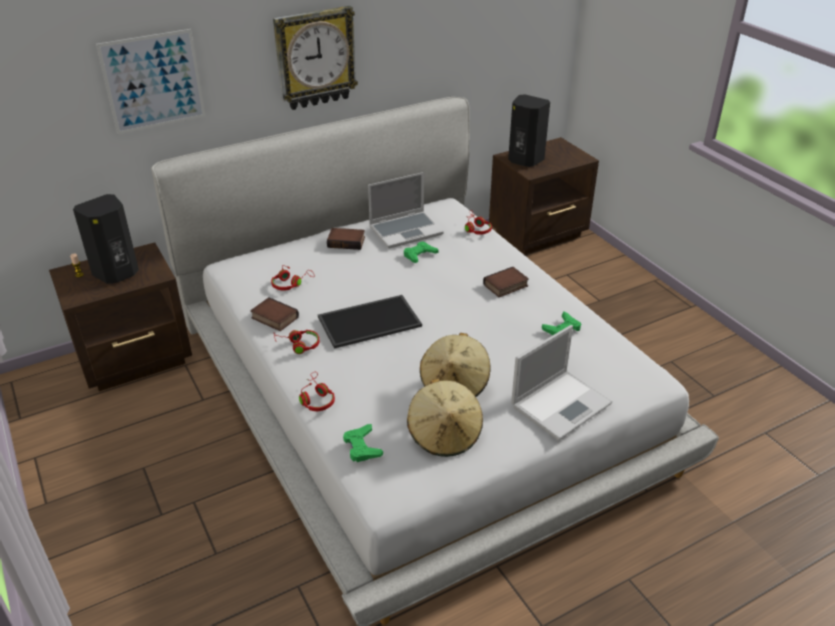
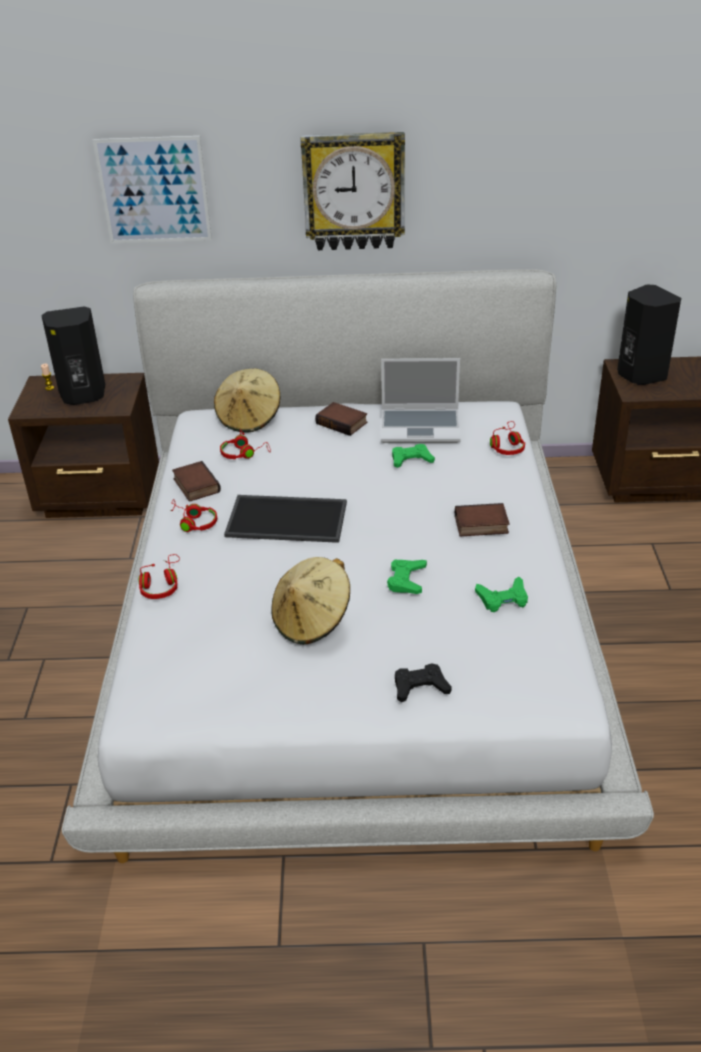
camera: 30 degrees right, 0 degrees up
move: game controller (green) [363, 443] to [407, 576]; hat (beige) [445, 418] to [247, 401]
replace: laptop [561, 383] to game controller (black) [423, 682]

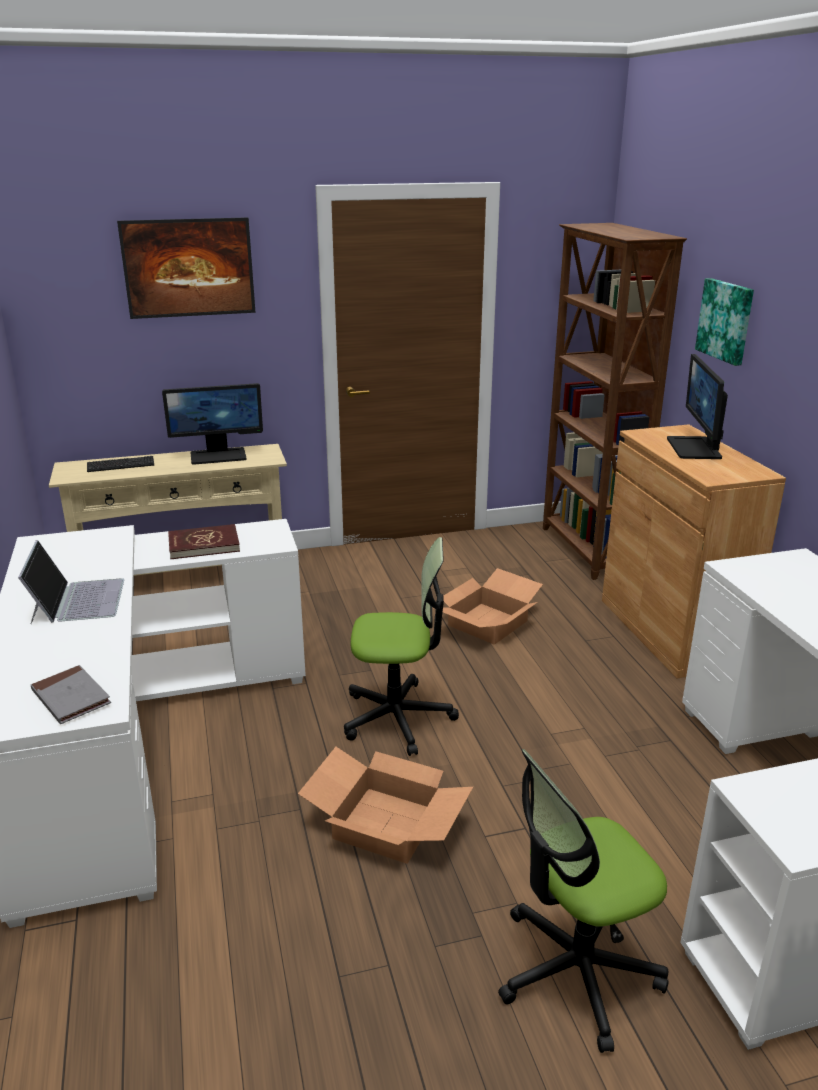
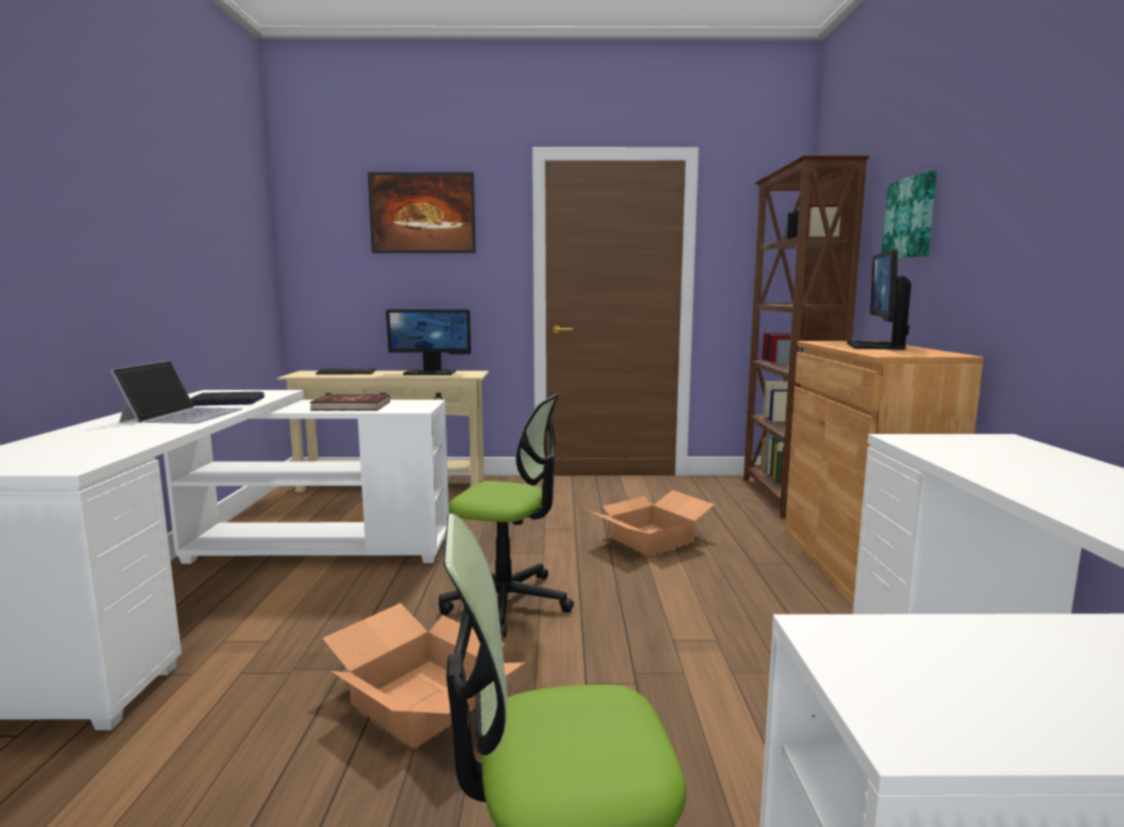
camera: 15 degrees right, 15 degrees down
delete: book (grey) [71, 694]
insert: laptop [227, 399]

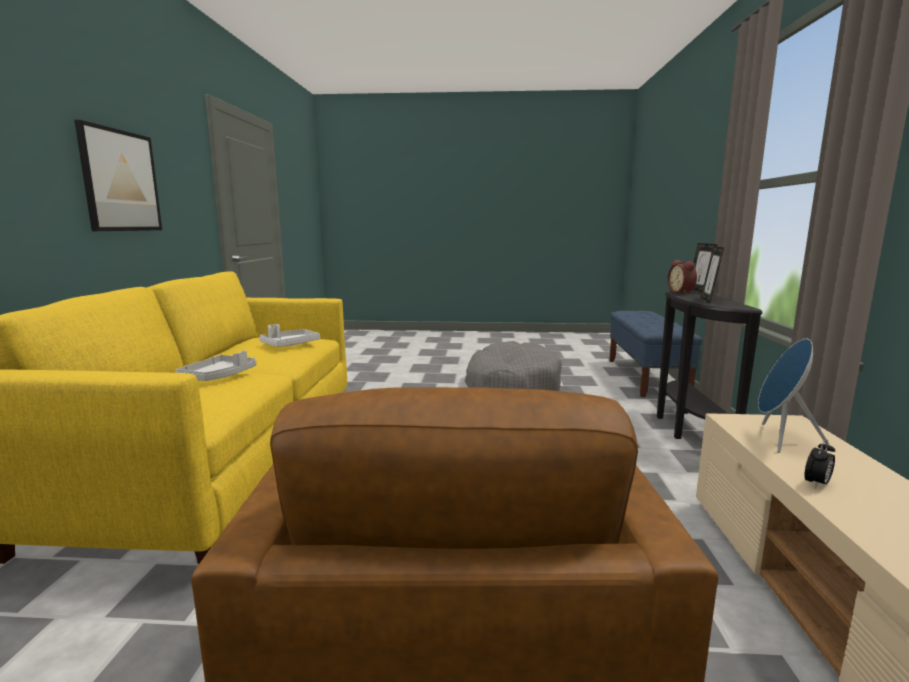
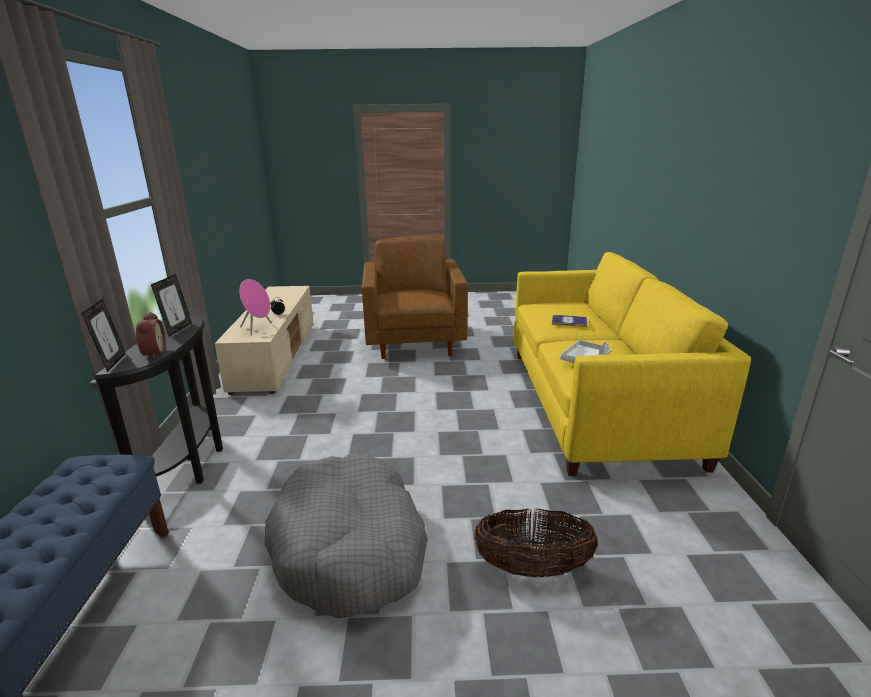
camera: 175 degrees right, 10 degrees up
delete: picture [118, 175]
insert: basket [536, 543]
replace: tray (grey) [215, 365] to book [569, 321]
recolor: speaker (blue) [793, 396] to speaker (pink) [255, 307]

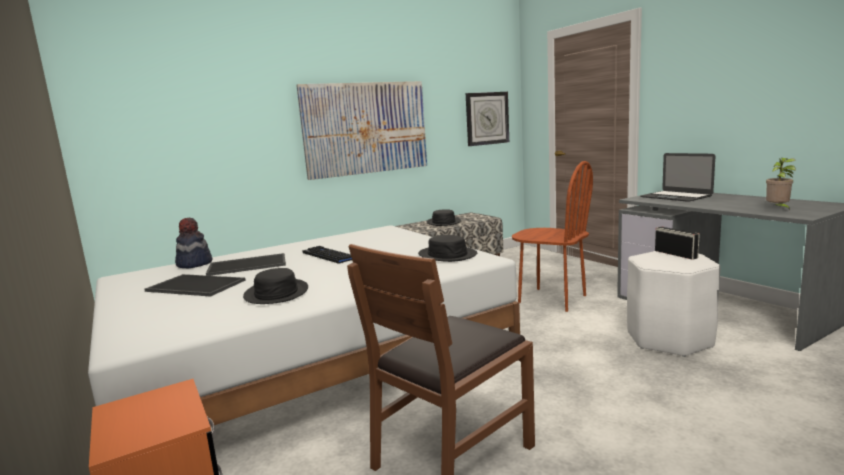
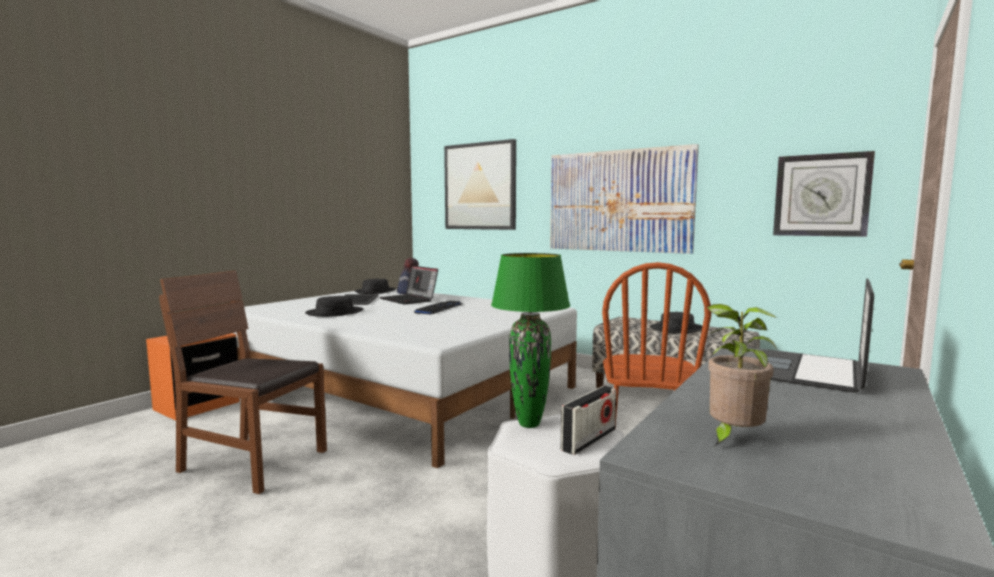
camera: 65 degrees right, 5 degrees down
insert: picture [480, 184]; table lamp (green) [530, 340]
move: hat (black) [447, 248] to [375, 286]
replace: tray [246, 264] to laptop [409, 285]

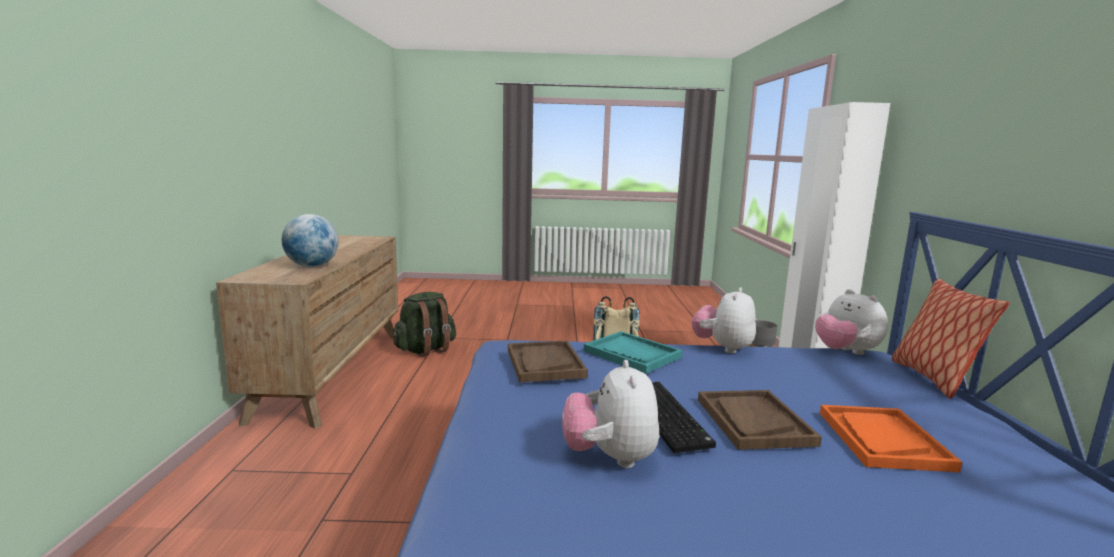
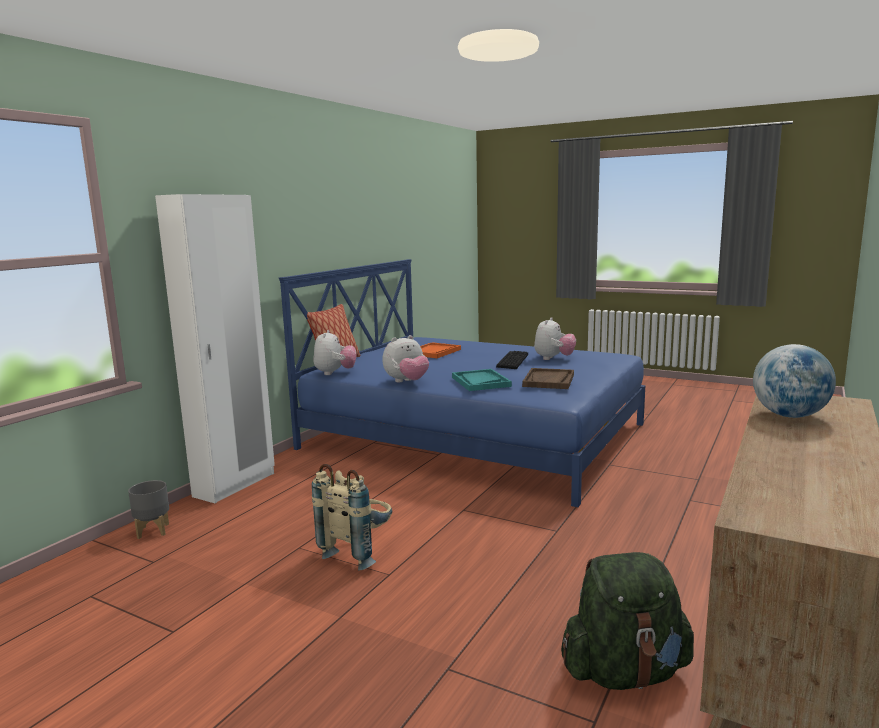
camera: 150 degrees left, 0 degrees up
delete: tray (brown) [760, 420]

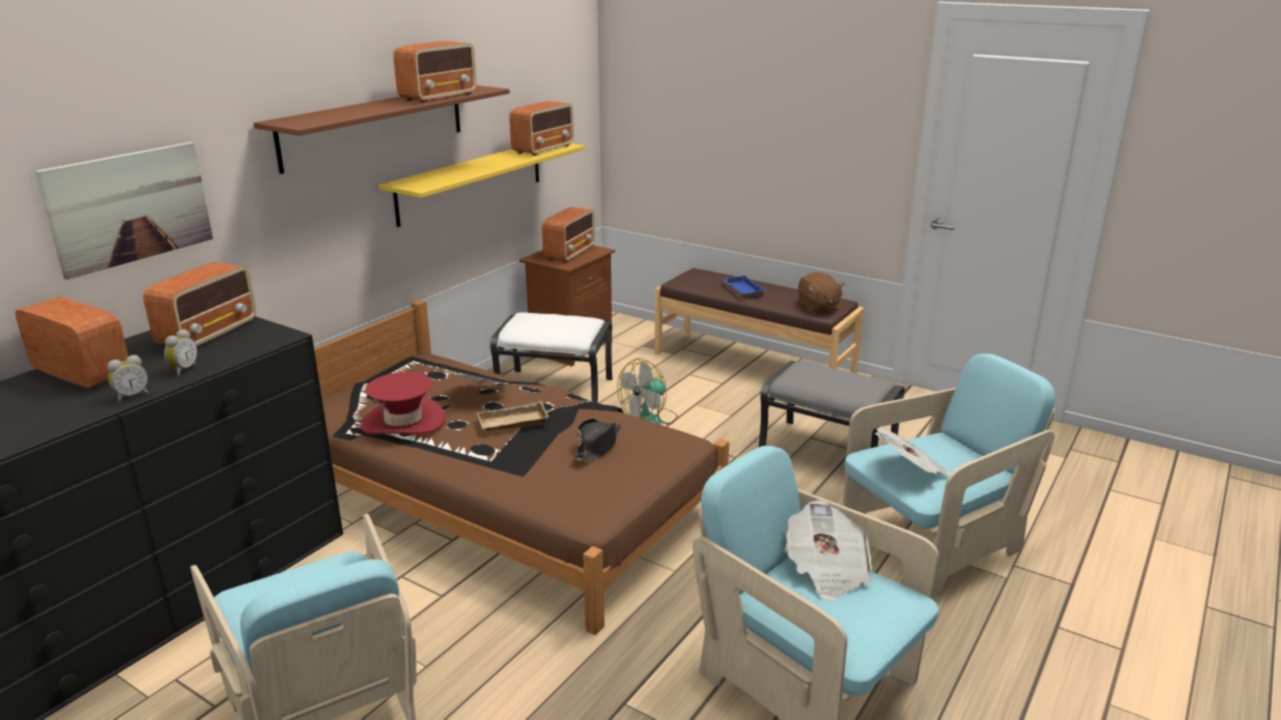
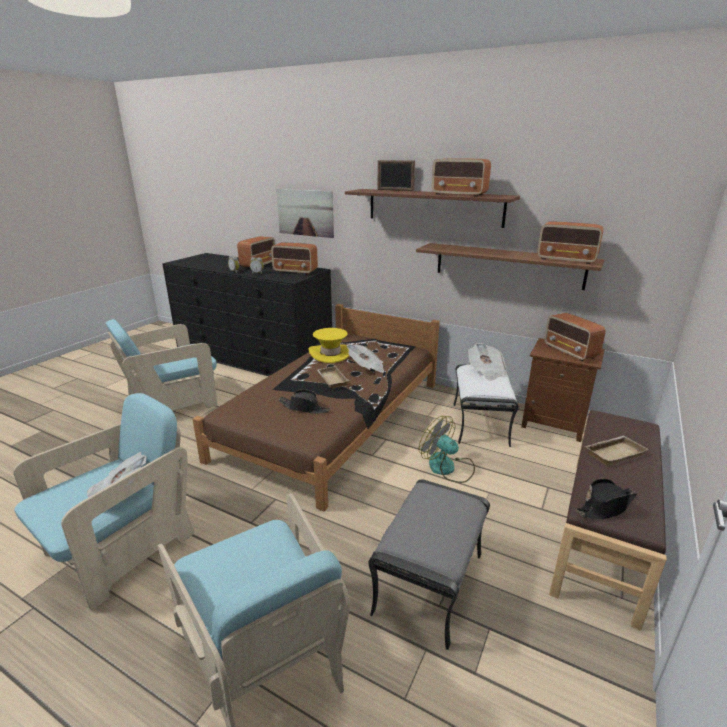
camera: 85 degrees right, 0 degrees up
insert: picture frame [396, 175]
move: newspaper [913, 451] to [487, 362]
replace: plush toy (brown) [821, 293] to hat (black) [606, 499]
recolor: hat (red) [403, 403] to hat (yellow) [329, 345]; shelf (yellow) [482, 185] to shelf (brown) [510, 266]; tray (blue) [743, 287] to tray (beige) [616, 451]
rotate: radio [568, 234] = [575, 337] 45 degrees clockwise

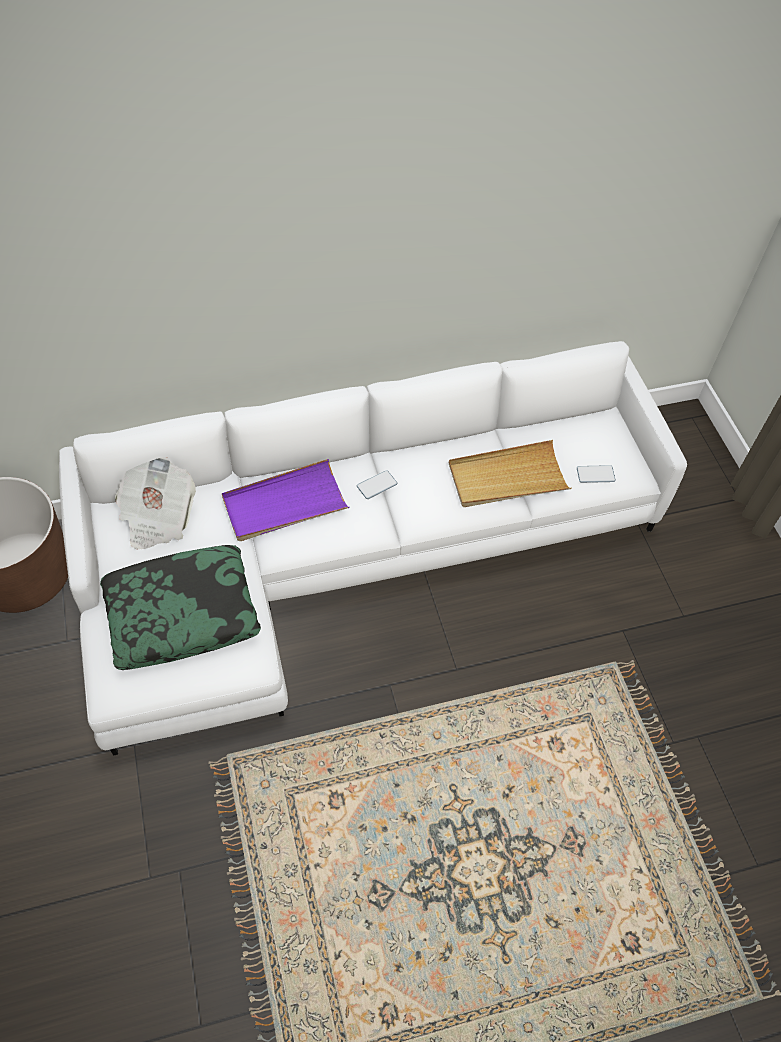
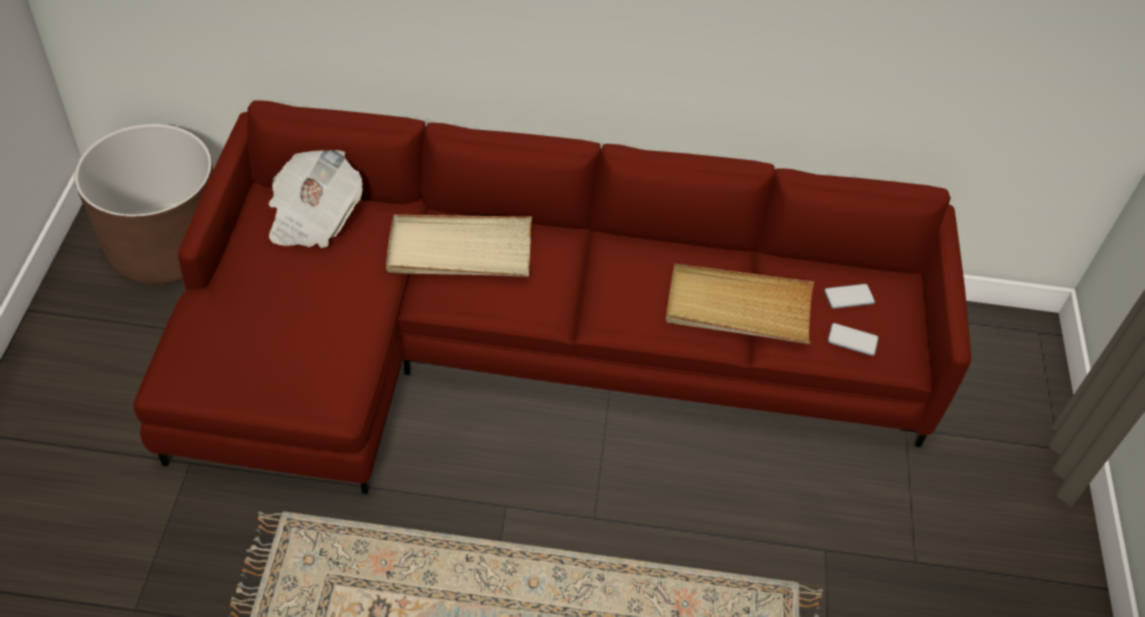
camera: 20 degrees right, 5 degrees down
delete: pillow [180, 607]
move: phone [377, 484] to [849, 296]
recolor: sofa (white) [373, 548] to sofa (red) [552, 297]; tray (purple) [285, 500] to tray (beige) [459, 246]

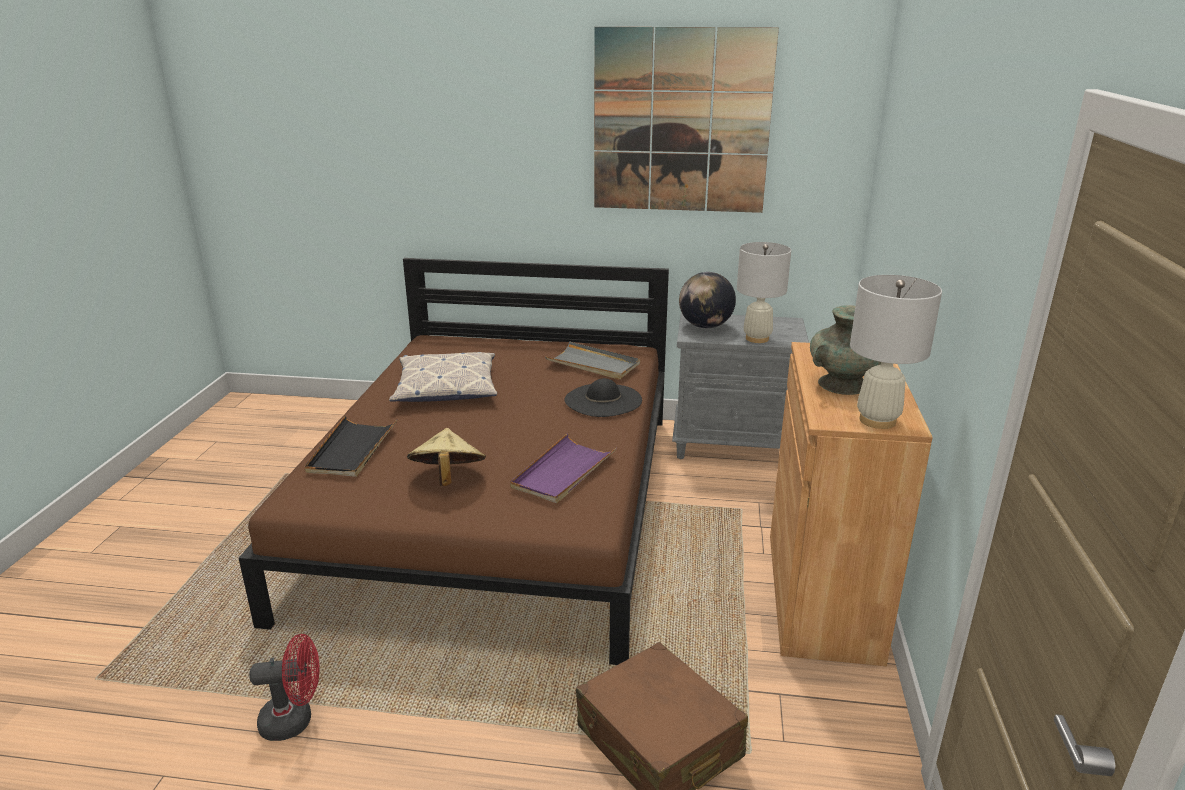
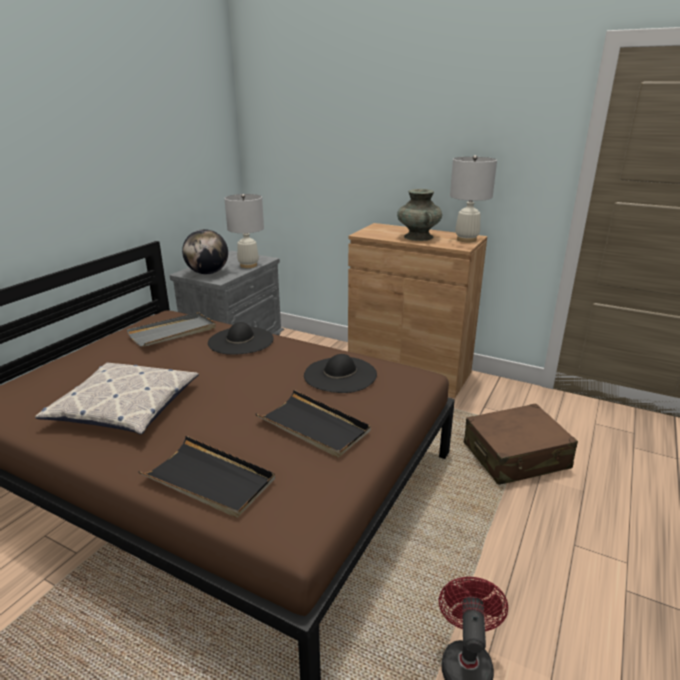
camera: 70 degrees left, 0 degrees up
delete: picture [686, 120]
replace: hat (beige) [446, 457] to tray (black) [313, 424]; tray (purple) [563, 468] to hat (black) [340, 373]

